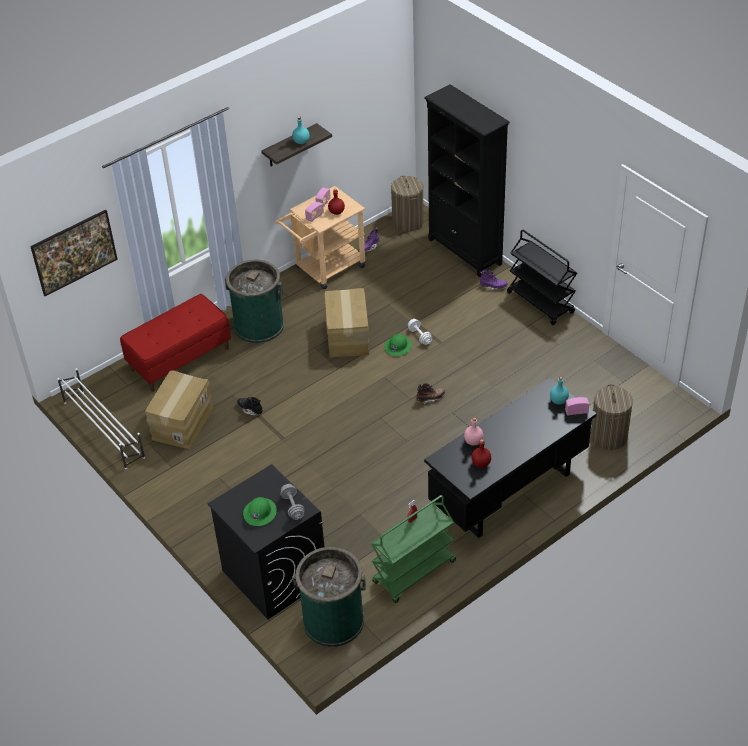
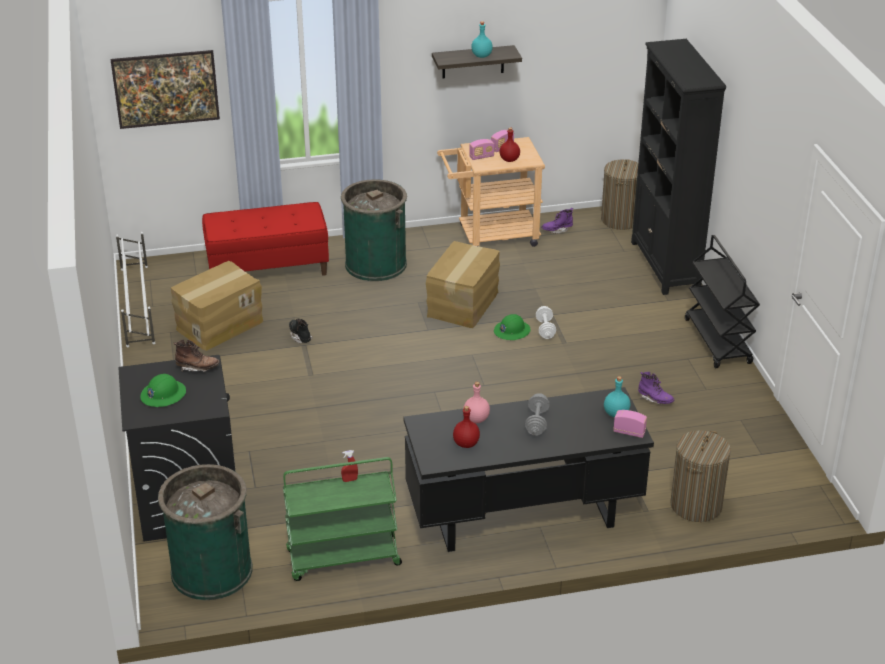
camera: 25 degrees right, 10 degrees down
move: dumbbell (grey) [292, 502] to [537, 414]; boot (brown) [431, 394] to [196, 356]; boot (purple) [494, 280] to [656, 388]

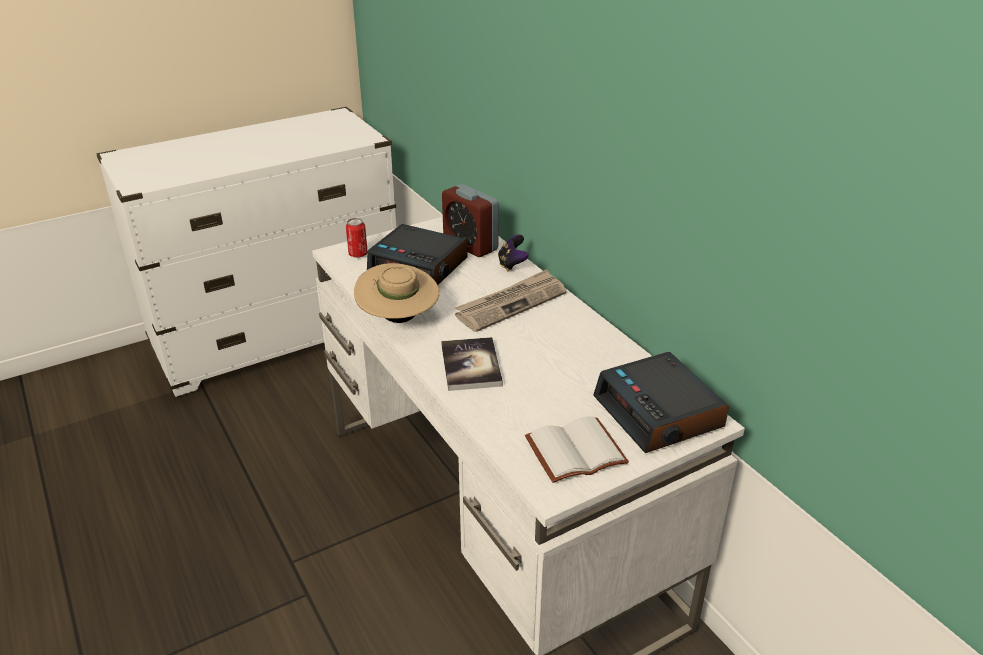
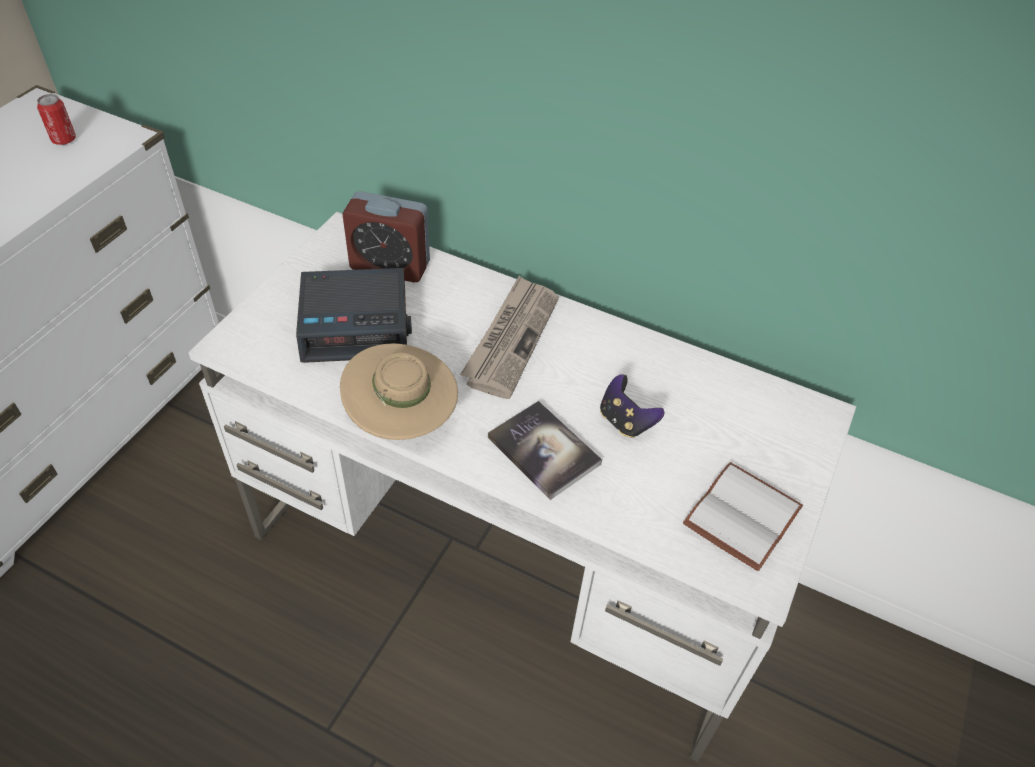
camera: 35 degrees left, 15 degrees up
delete: alarm clock [661, 402]
move: can [357, 238] to [56, 119]; game controller [513, 252] to [632, 406]

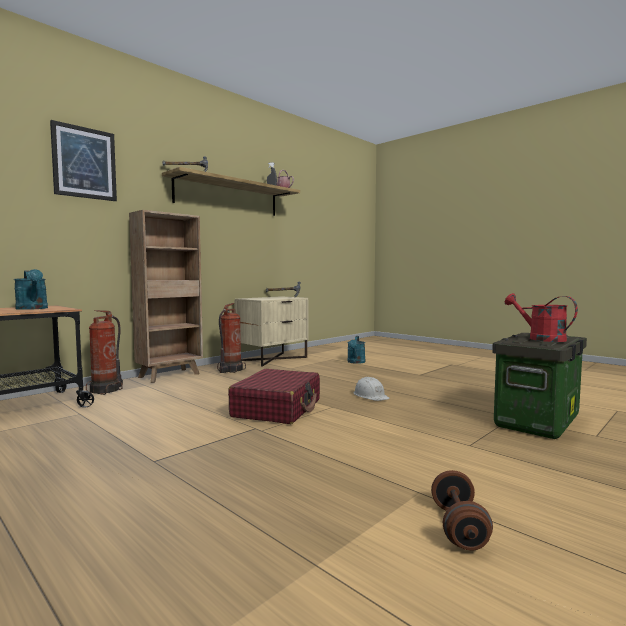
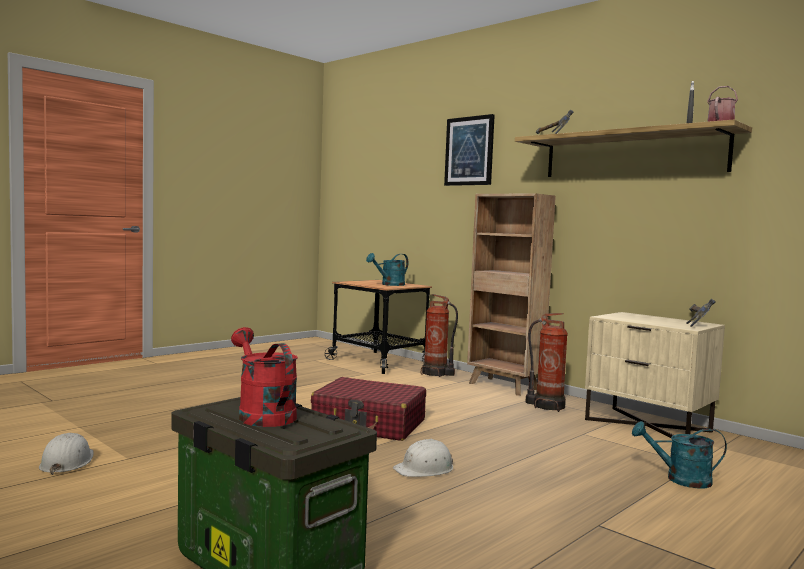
camera: 90 degrees right, 0 degrees up
replace: dumbbell (brown) [462, 510] to hard hat (white) [66, 454]
rotate: watering can (red) [541, 317] = [264, 377] 90 degrees counterclockwise

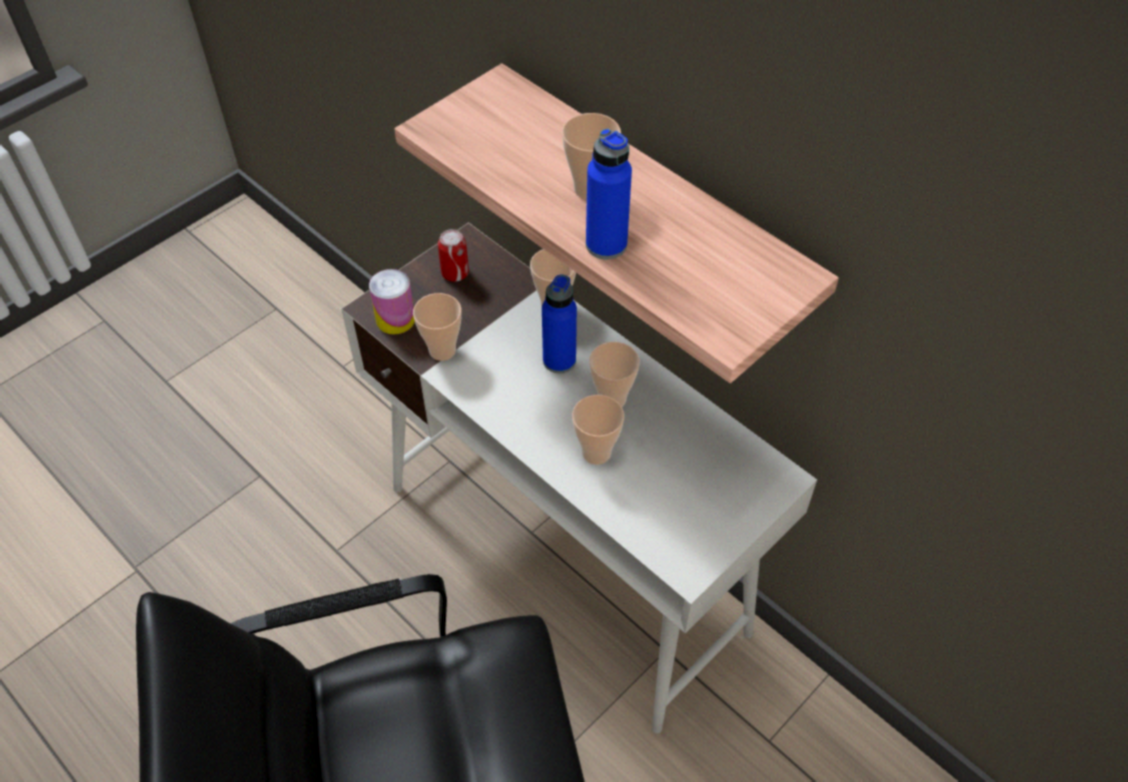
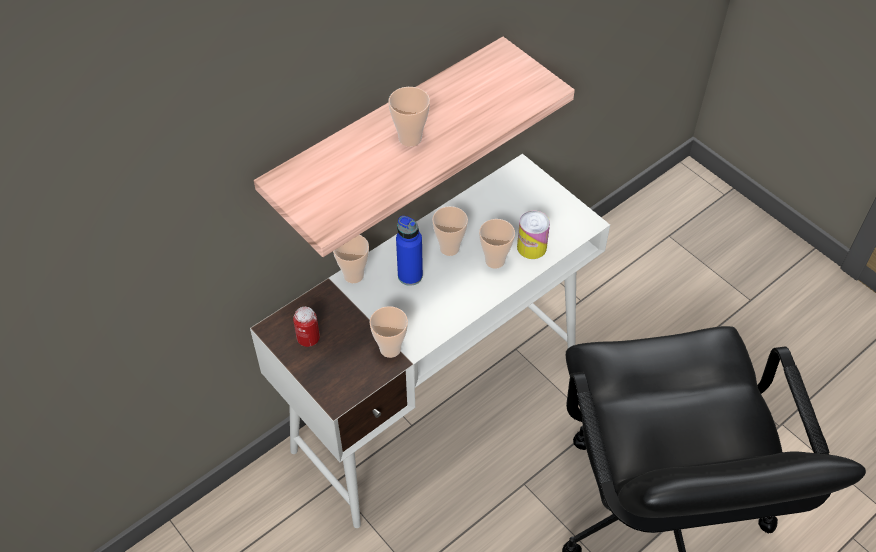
camera: 85 degrees left, 0 degrees up
delete: bottle (blue) [609, 193]
move: can [392, 301] to [533, 235]

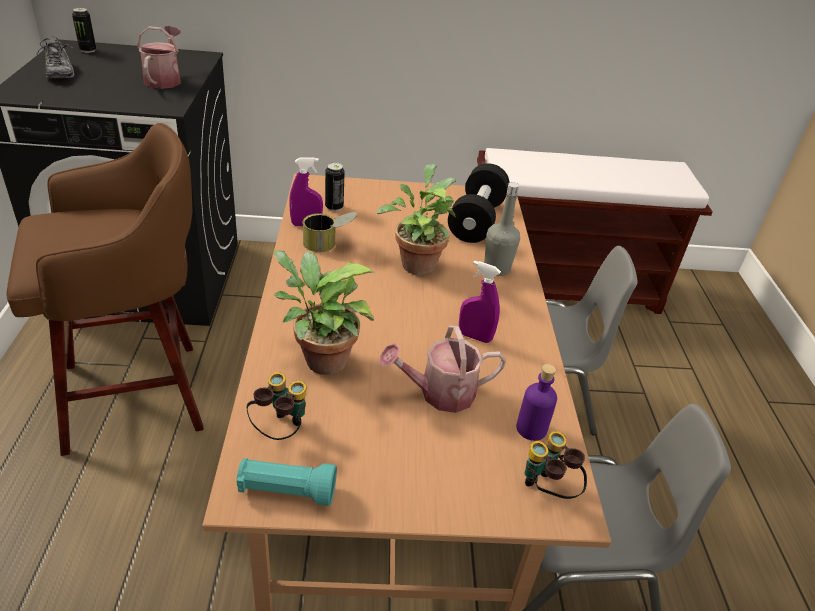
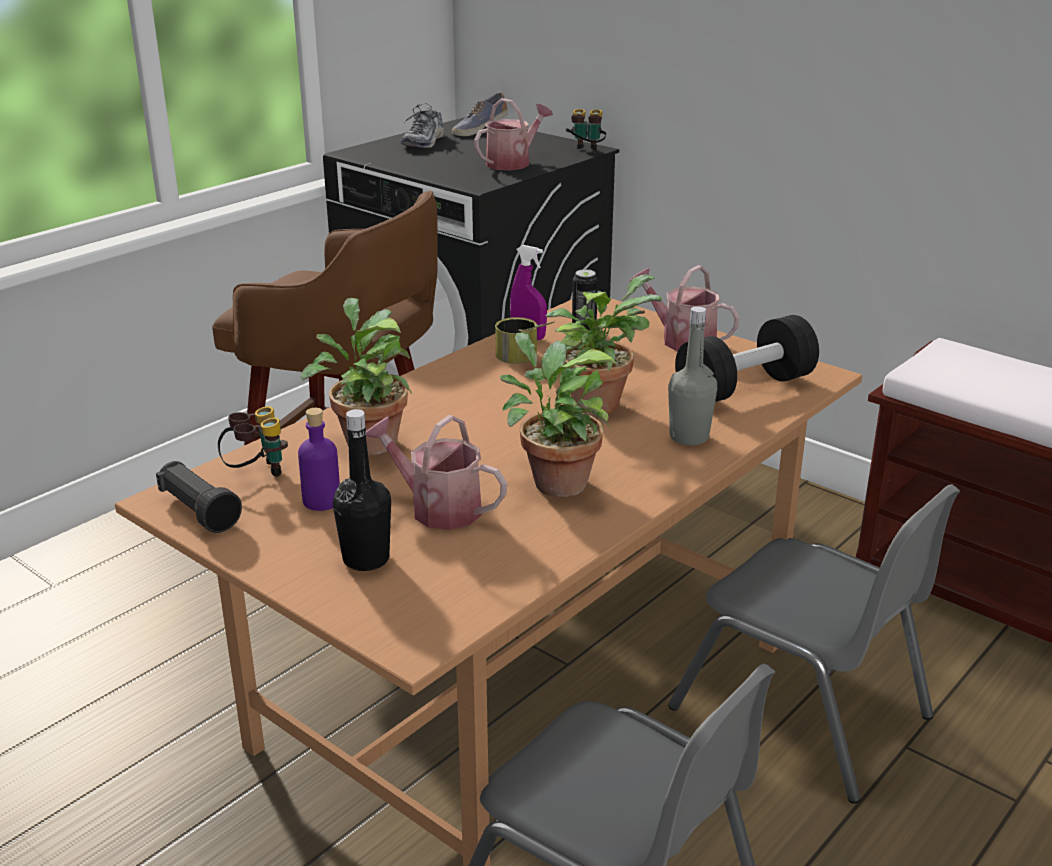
camera: 45 degrees right, 10 degrees down
insert: bottle (black) [362, 490]; watering can [684, 308]
move: bottle (purple) [536, 402] to [319, 459]; binoculars [555, 465] to [586, 129]
replace: can [84, 30] to shoe [480, 114]; spray bottle (purple) [480, 302] to potted plant [558, 415]
recolor: flashlight (turquoise) [287, 482] to flashlight (black) [199, 497]

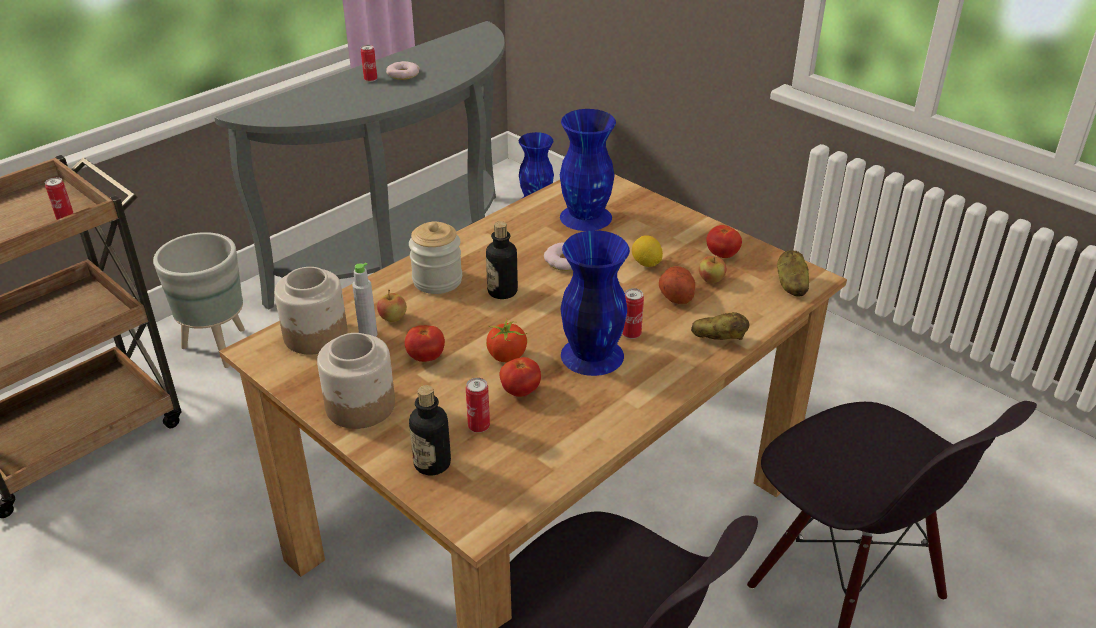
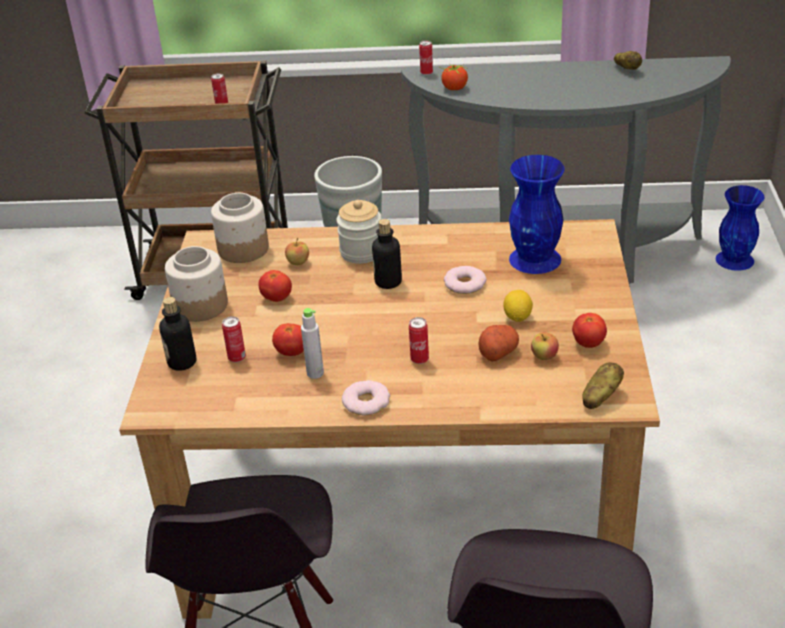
camera: 50 degrees right, 0 degrees up
delete: vase (blue) [595, 303]
move: bottle (grey) [364, 300] to [312, 343]; can [369, 63] to [426, 57]; donut [403, 70] to [366, 397]; tomato [506, 340] to [454, 77]; potato [720, 326] to [628, 60]

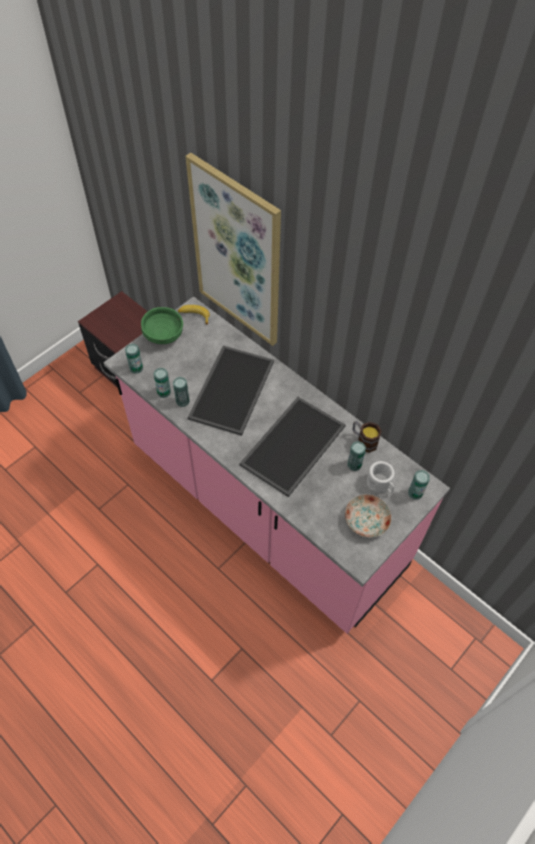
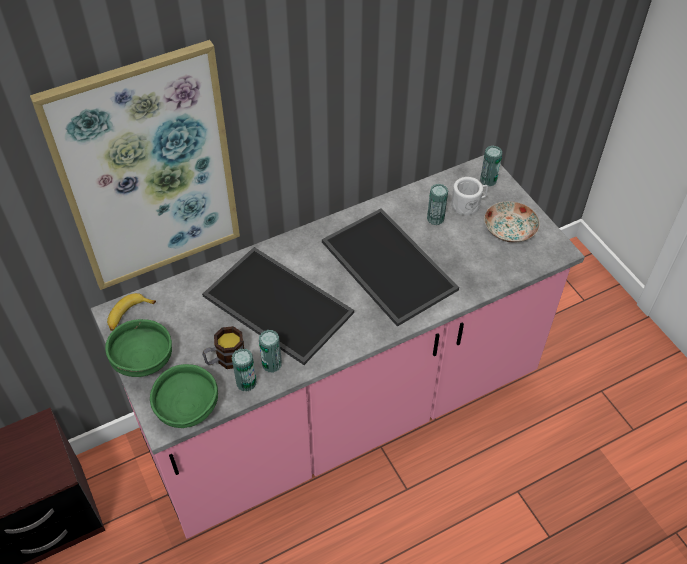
camera: 70 degrees left, 5 degrees down
move: mug [367, 437] to [223, 347]
replace: can [134, 359] to bowl (green) [184, 396]

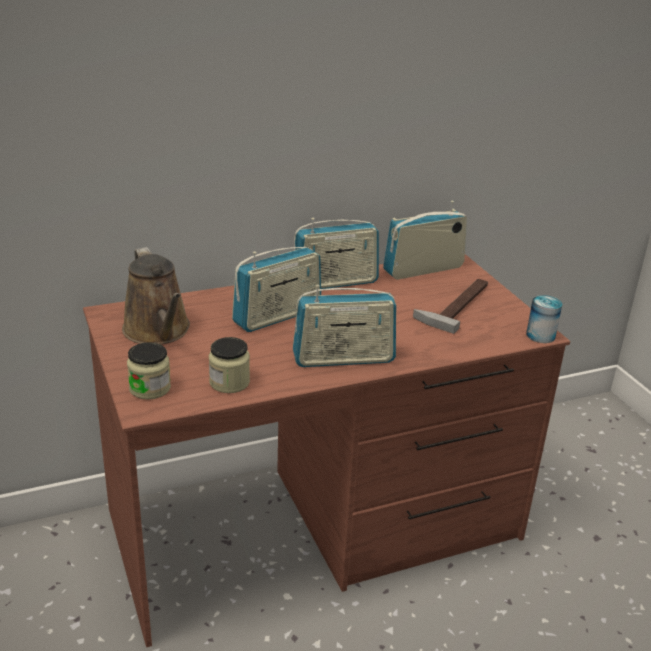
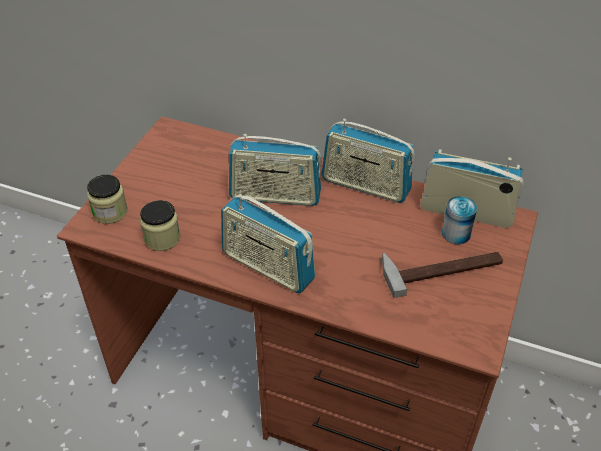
camera: 45 degrees right, 15 degrees up
delete: watering can (brown) [156, 295]
move: can [544, 319] to [459, 220]

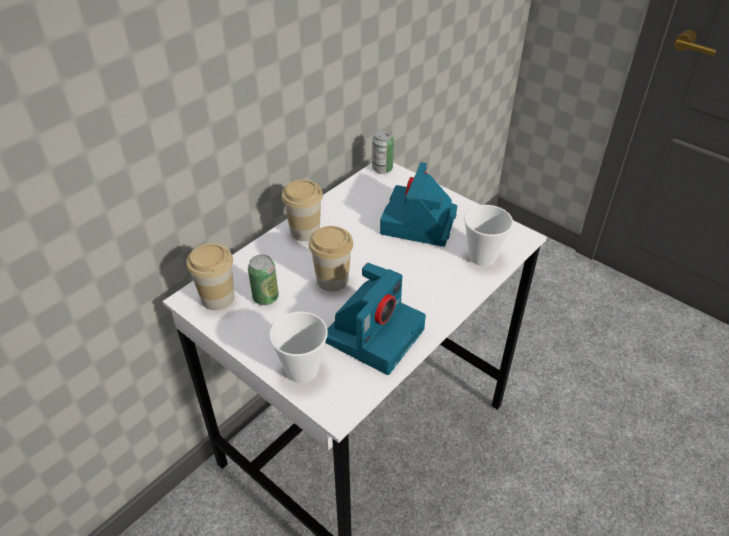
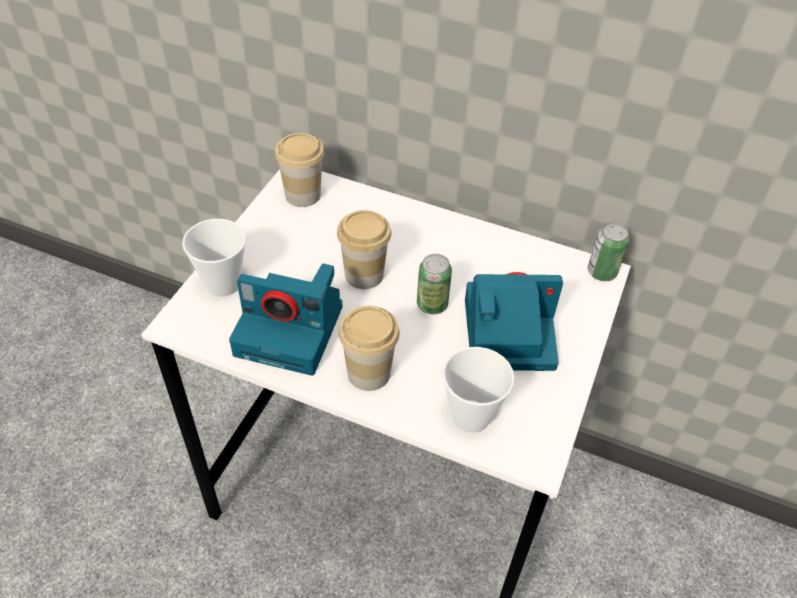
camera: 70 degrees right, 5 degrees up
move: can [263, 279] to [434, 284]; cup [302, 210] to [369, 348]

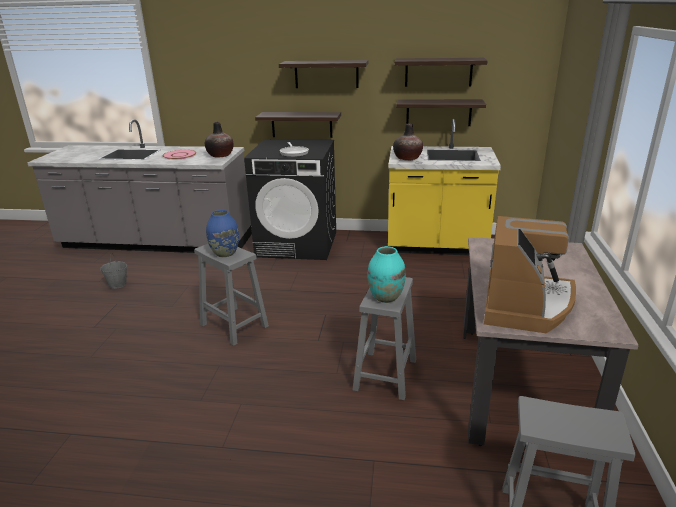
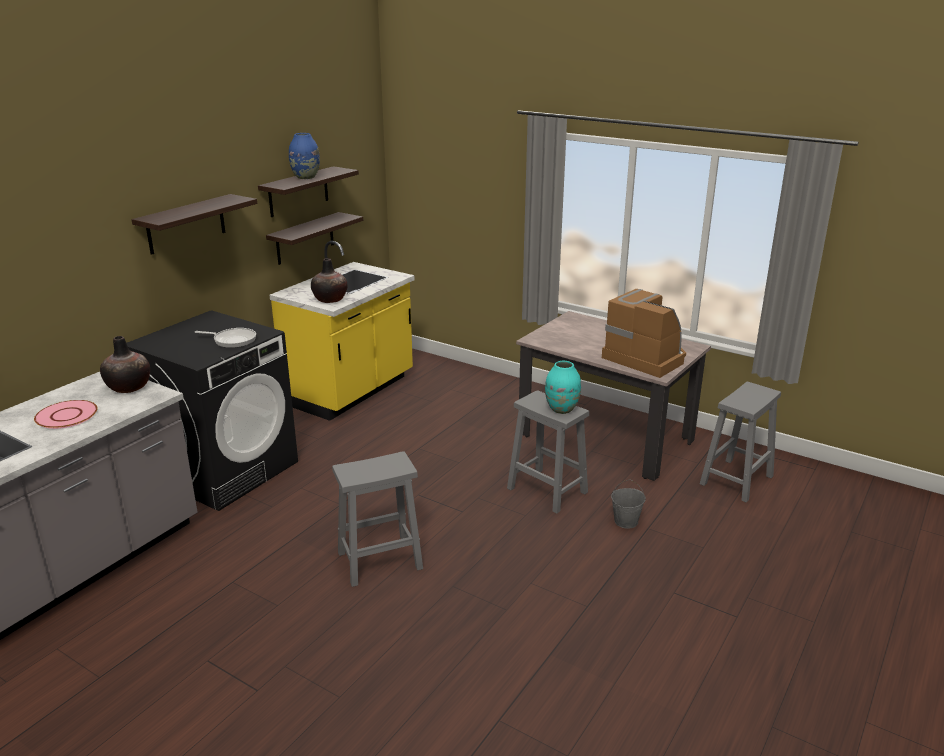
camera: 65 degrees left, 0 degrees up
delete: shelf [298, 125]
move: bucket (grey) [113, 271] to [628, 504]; vase (blue) [222, 233] to [304, 156]

